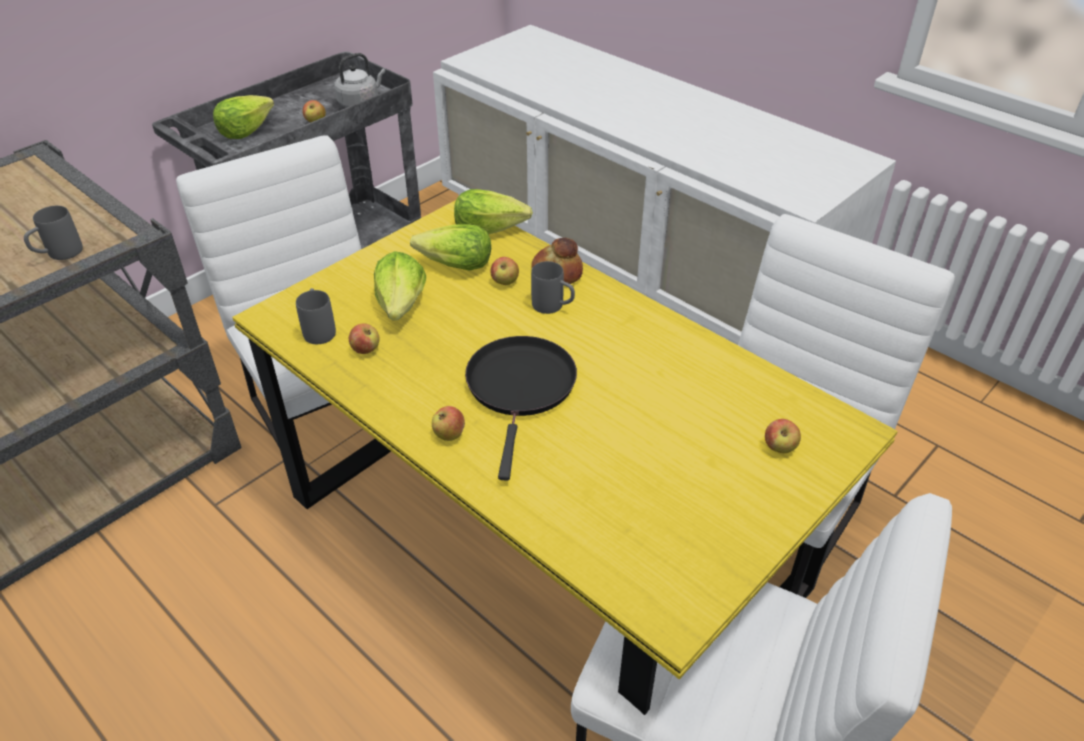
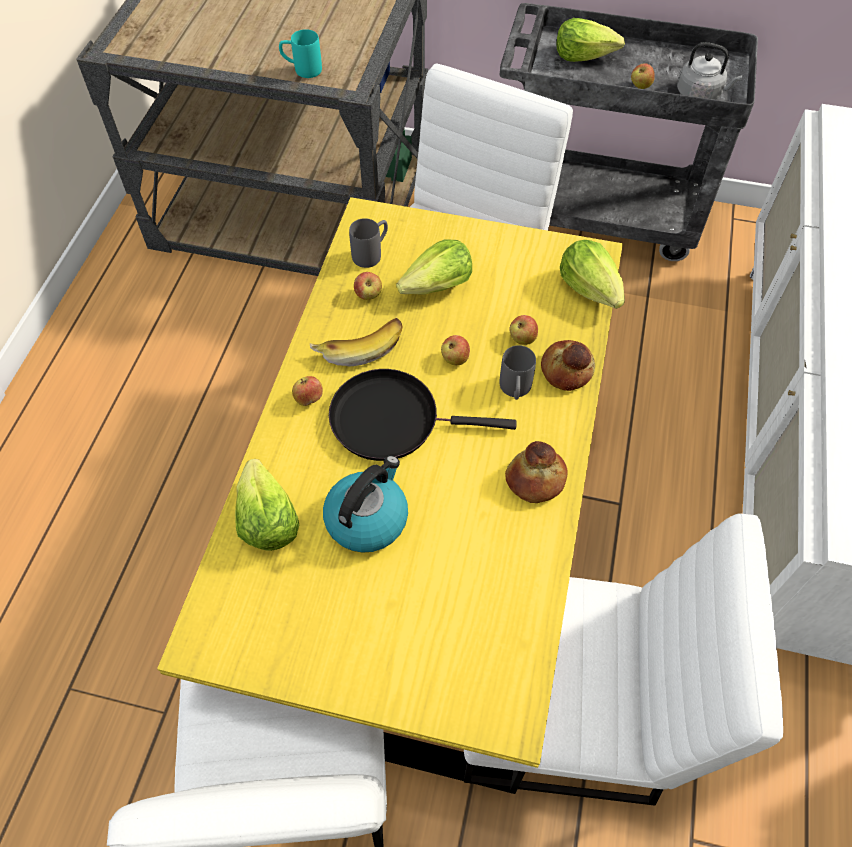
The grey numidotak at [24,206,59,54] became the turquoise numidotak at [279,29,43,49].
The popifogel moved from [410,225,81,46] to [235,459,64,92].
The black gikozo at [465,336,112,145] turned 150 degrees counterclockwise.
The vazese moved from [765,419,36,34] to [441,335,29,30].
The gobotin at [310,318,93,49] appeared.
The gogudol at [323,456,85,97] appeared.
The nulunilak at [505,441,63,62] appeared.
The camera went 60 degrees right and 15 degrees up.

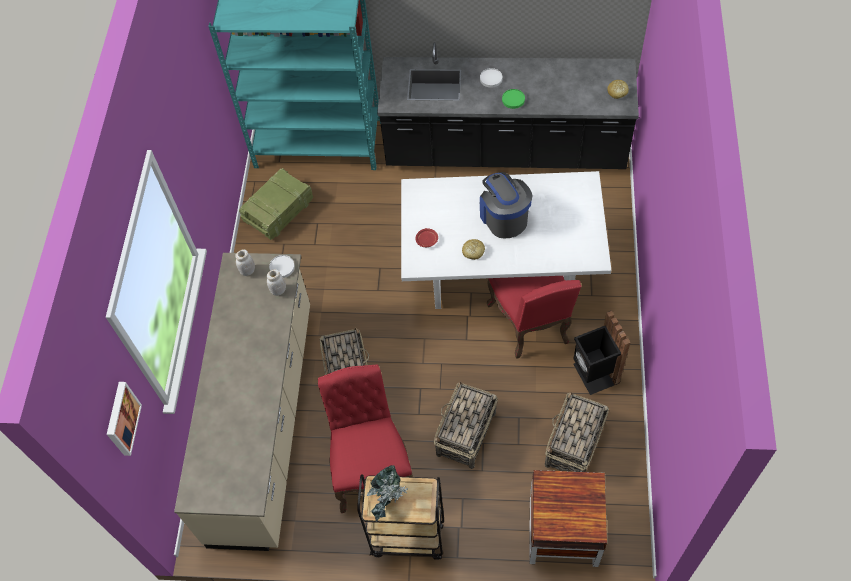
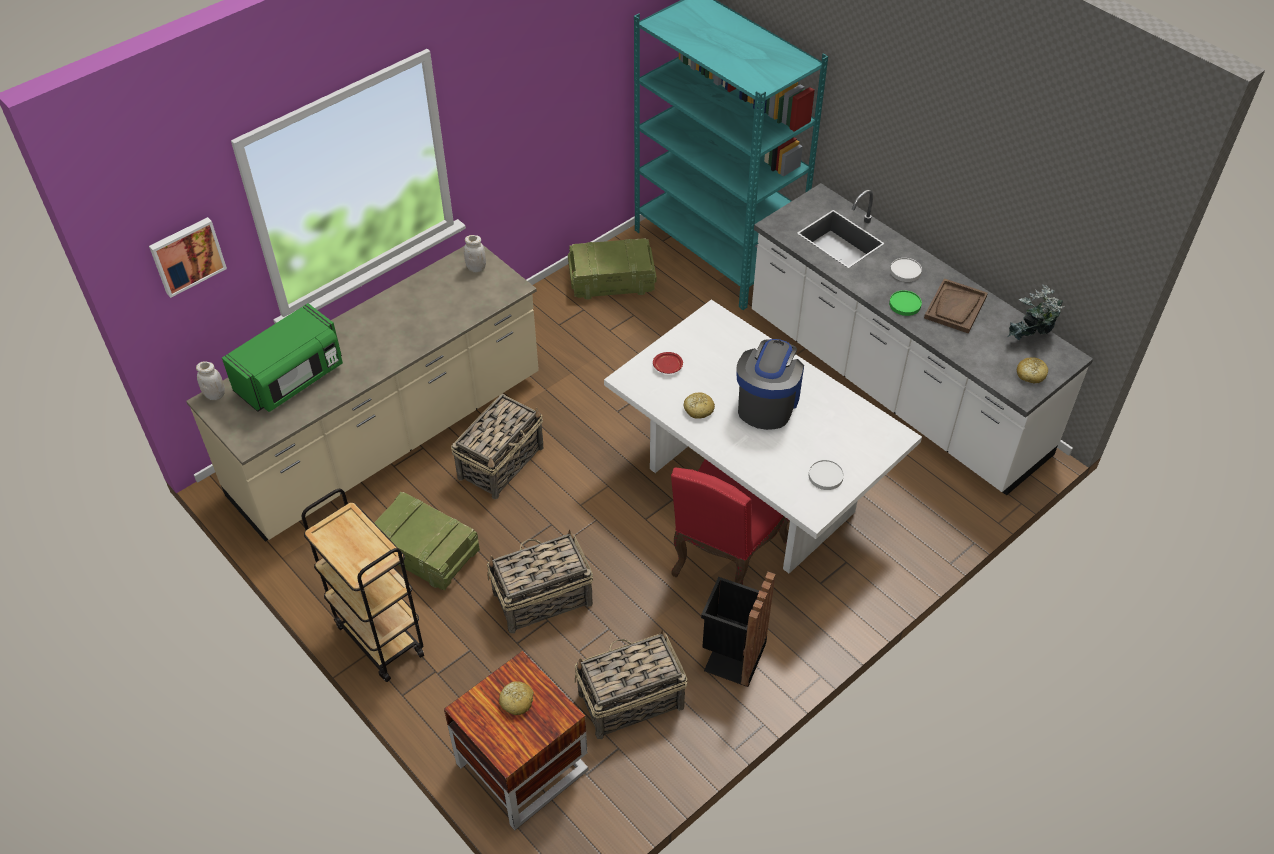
The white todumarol moved from [267,269,19,27] to [196,361,29,39].
The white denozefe moved from [269,255,26,23] to [809,460,35,30].
The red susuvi at [318,364,95,149] was replaced by the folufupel at [374,492,106,98].
The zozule moved from [366,465,42,56] to [1007,284,58,56].
The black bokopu at [377,42,262,127] became the white bokopu at [752,183,341,312].
The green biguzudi at [222,303,121,109] appeared.
The nulunilak at [499,681,35,34] appeared.
The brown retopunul at [924,279,64,55] appeared.
The camera went 40 degrees right and 10 degrees down.

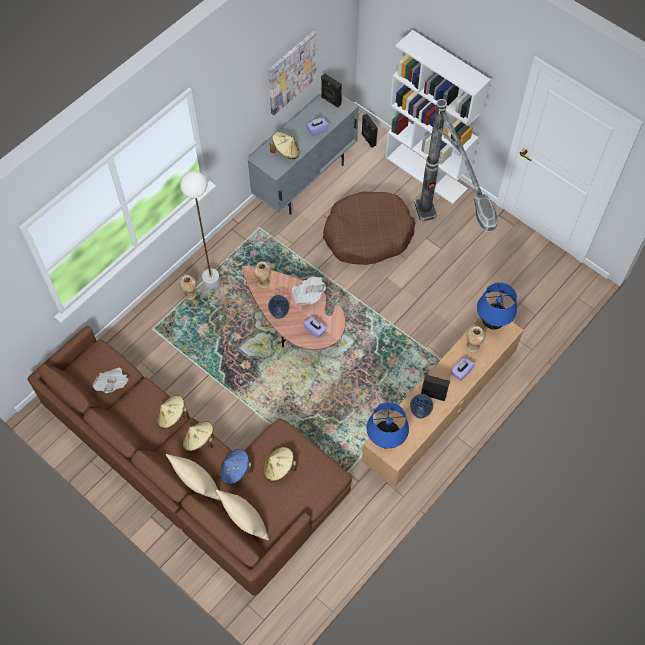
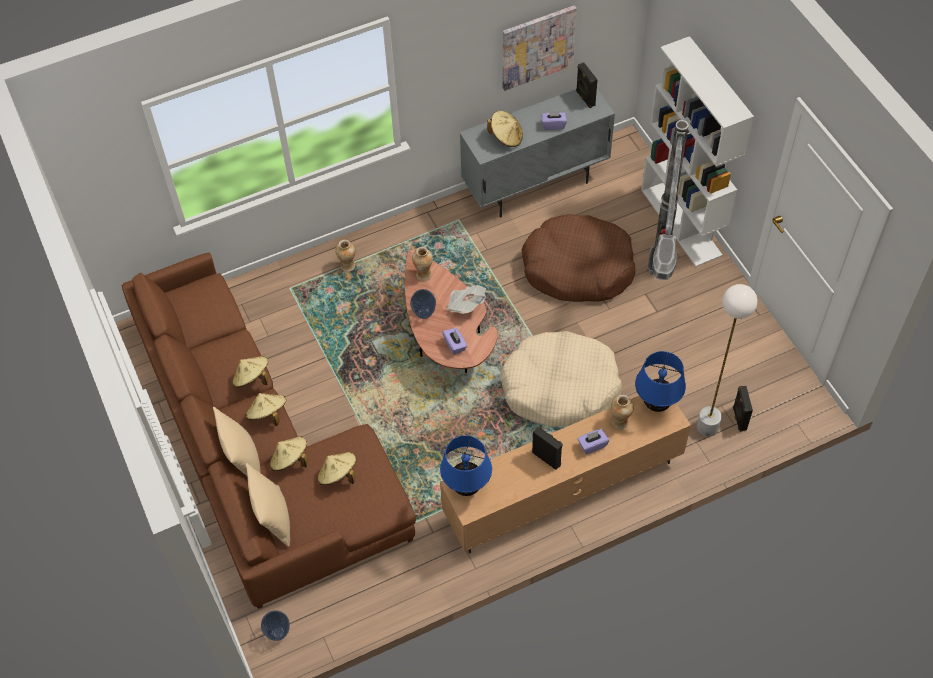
The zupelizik at [93,368,36,25] disappeared.
The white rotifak moved from [180,171,41,121] to [697,284,61,153].
The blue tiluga at [220,449,33,36] became the beige tiluga at [270,436,38,35].
The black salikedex moved from [361,114,17,34] to [733,386,20,46].
The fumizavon moved from [410,394,23,25] to [261,610,29,31].
The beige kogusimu at [500,331,122,96] appeared.
The camera went 25 degrees right and 5 degrees down.

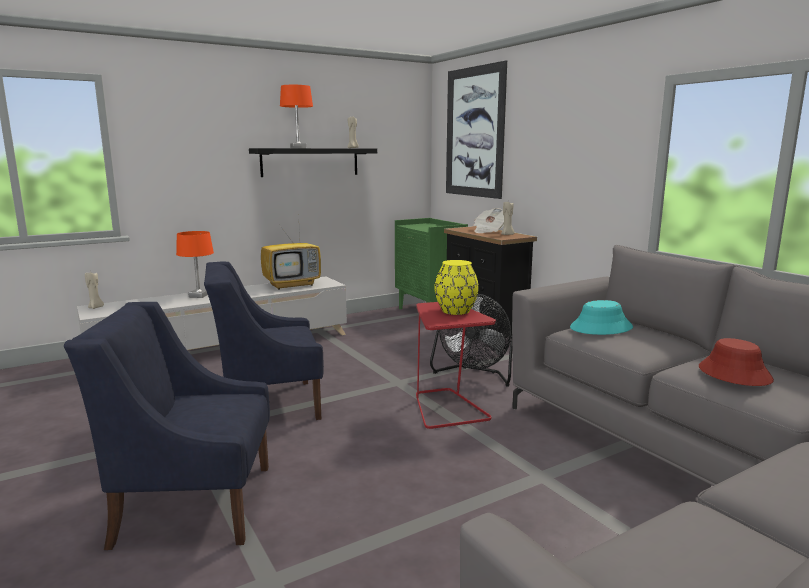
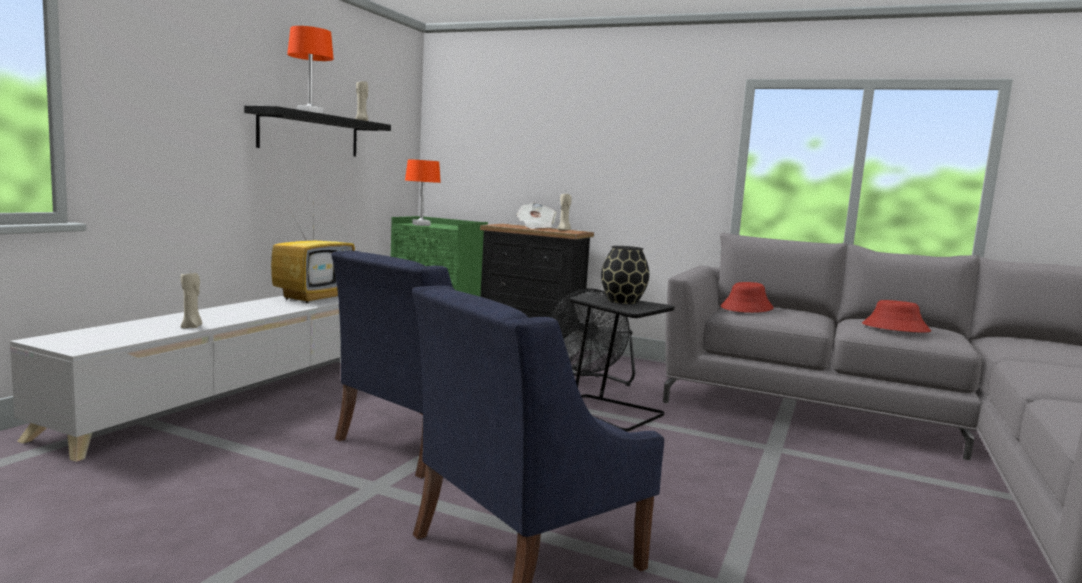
The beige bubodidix moved from [85,272,19,37] to [181,273,21,55].
The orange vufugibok moved from [176,231,38,67] to [405,159,36,67].
The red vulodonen at [416,302,80,127] became the black vulodonen at [570,294,105,138].
The yellow fumizavon at [434,260,45,55] became the black fumizavon at [601,246,48,58].
The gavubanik at [446,61,61,138] disappeared.
The turquoise tiluga at [570,300,63,35] became the red tiluga at [721,282,53,31].
The camera went 35 degrees left and 5 degrees down.

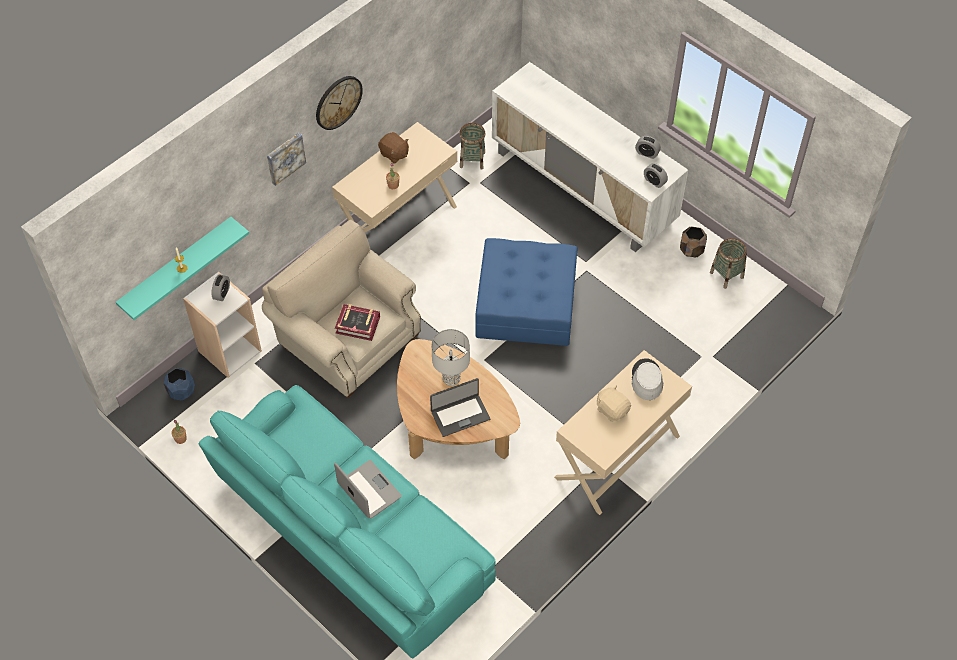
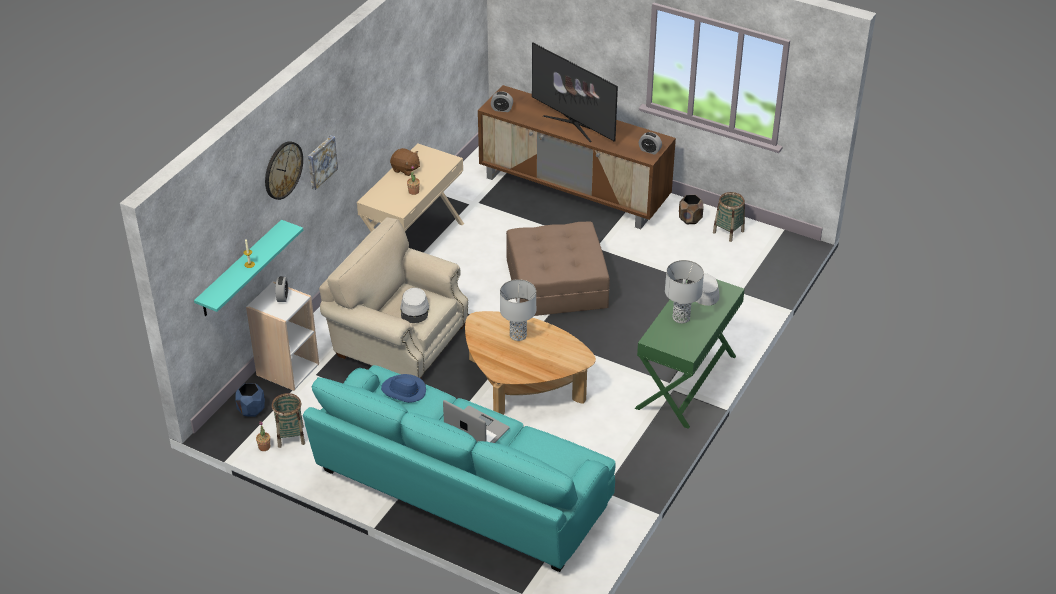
The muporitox moved from [316,76,47,54] to [265,141,38,59].
The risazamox at [335,304,45,37] was replaced by the grey tiluga at [400,288,29,35].
The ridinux at [430,378,60,59] disappeared.
The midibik moved from [459,123,26,47] to [272,393,33,55].
The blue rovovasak at [475,238,103,108] became the brown rovovasak at [506,222,104,94].
The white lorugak at [492,62,196,190] became the brown lorugak at [478,85,198,144].
The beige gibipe at [554,350,138,165] became the green gibipe at [635,279,110,150].
The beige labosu at [597,385,34,37] was replaced by the white vufugibok at [665,260,39,63].
The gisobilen moved from [635,136,26,23] to [491,91,22,21].
The blue tiluga at [381,374,45,29] appeared.
The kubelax at [532,42,86,100] appeared.
The camera went 15 degrees left and 15 degrees down.

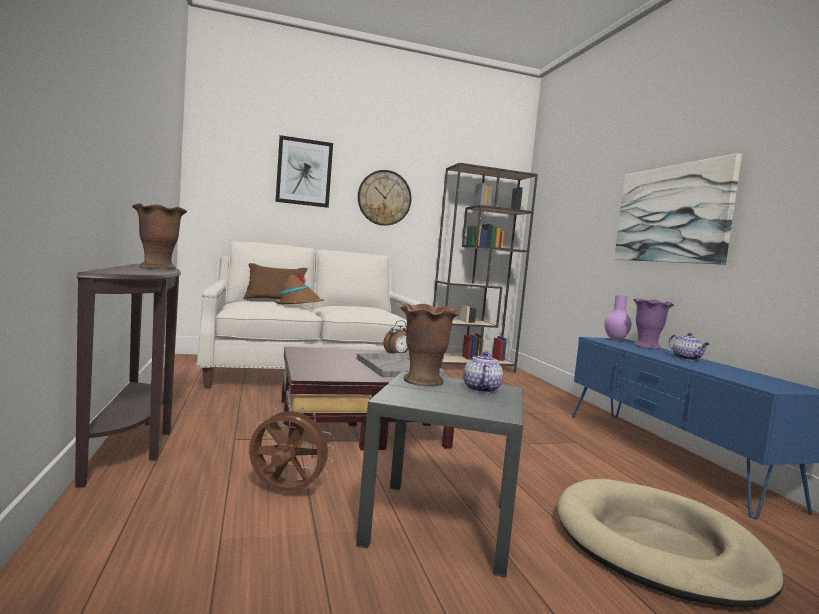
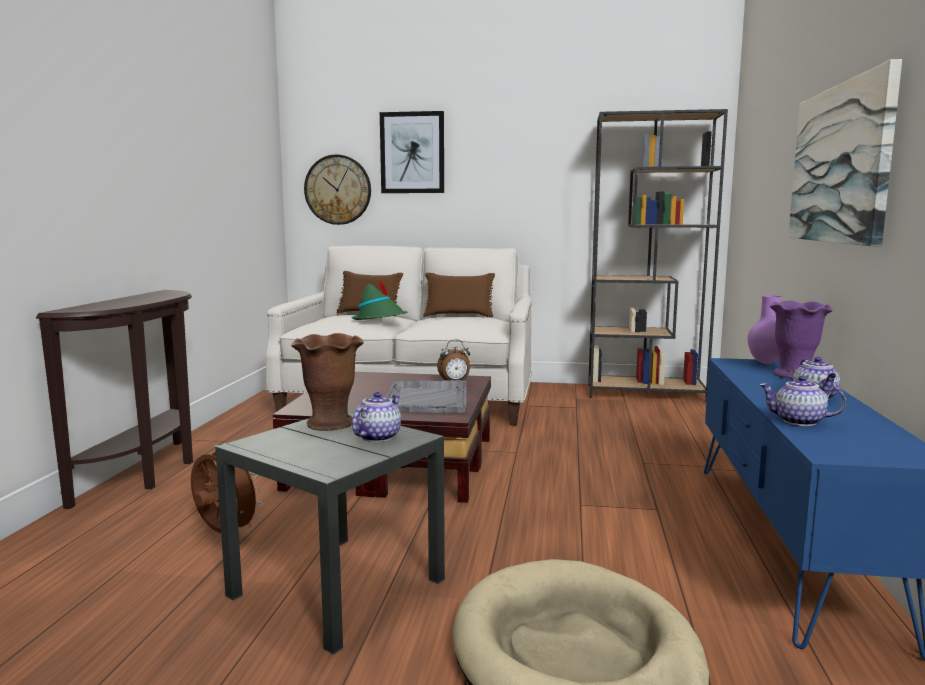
The brown fumizavon at [132,203,55,67] disappeared.
The brown tiluga at [275,271,49,33] became the green tiluga at [352,279,55,41].
The muporitox moved from [358,170,54,56] to [304,154,67,71].
The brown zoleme at [423,272,72,46] appeared.
The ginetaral at [759,376,87,50] appeared.
The camera went 25 degrees right and 5 degrees up.

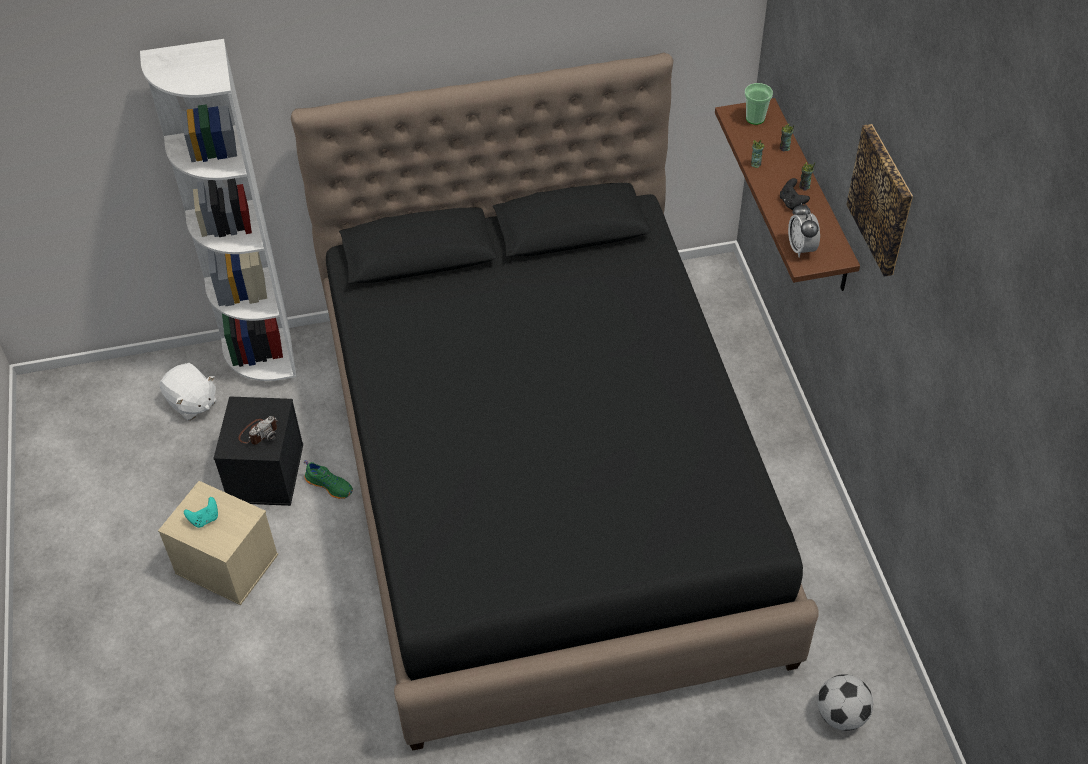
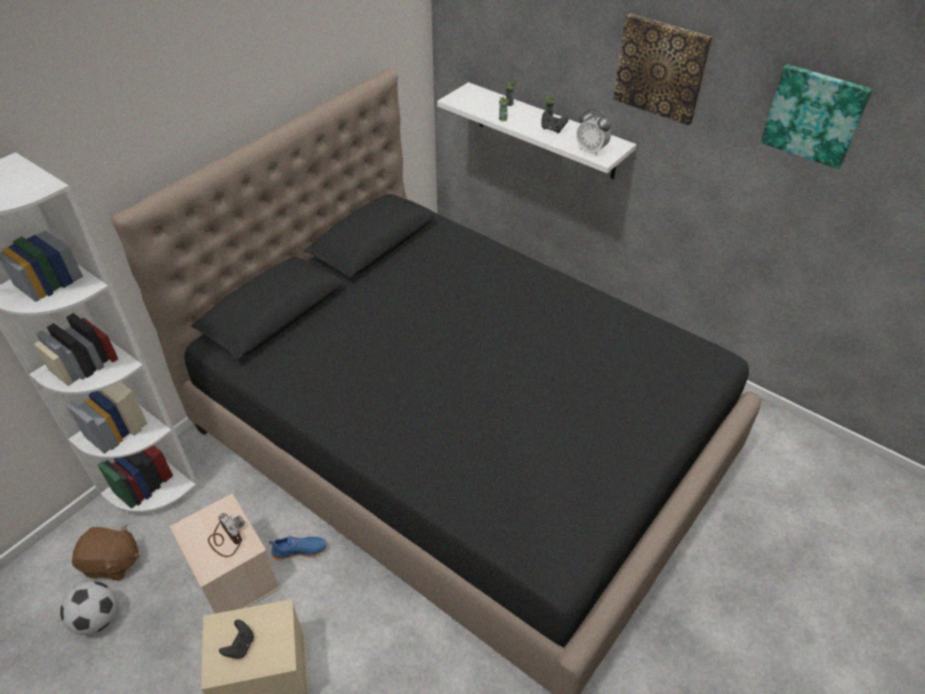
The white labosu at [160,363,57,58] became the brown labosu at [72,524,67,57].
The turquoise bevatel at [184,497,34,31] became the black bevatel at [219,620,35,39].
The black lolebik at [213,396,90,110] became the beige lolebik at [170,494,110,120].
The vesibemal at [238,416,40,29] turned 45 degrees counterclockwise.
The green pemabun at [304,460,49,39] became the blue pemabun at [269,536,58,25].
The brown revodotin at [715,98,145,193] became the white revodotin at [437,82,199,97].
The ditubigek at [745,83,28,42] disappeared.
The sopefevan moved from [817,674,56,57] to [60,581,57,54].
The gavubanik at [760,64,113,105] appeared.
The camera went 40 degrees left and 5 degrees down.

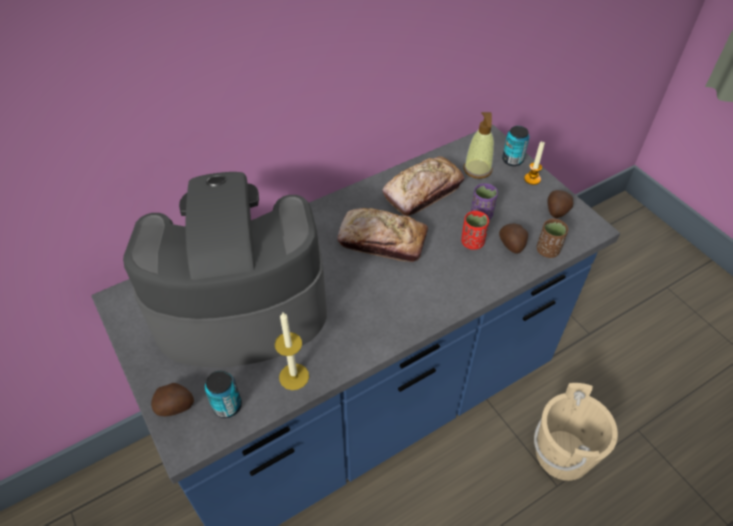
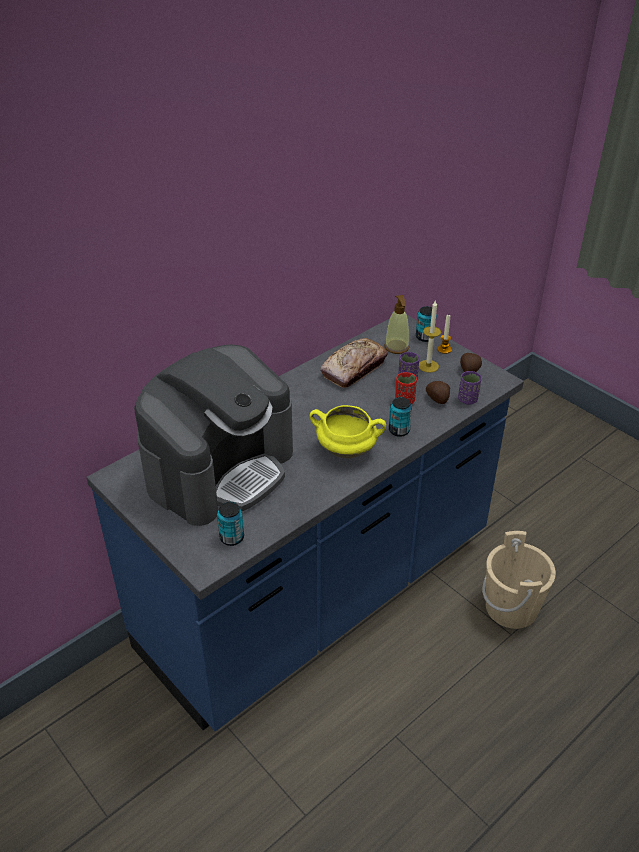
The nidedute at [123,172,204,196] turned 150 degrees clockwise.
The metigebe at [151,383,43,33] disappeared.
The bubodidix moved from [275,312,34,78] to [419,301,22,72].
The nulunilak at [337,208,91,54] disappeared.
The brown ditubigek at [537,219,31,39] became the purple ditubigek at [458,371,24,34].
The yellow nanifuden at [310,405,76,53] appeared.
The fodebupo at [389,397,23,40] appeared.
The camera went 10 degrees left and 10 degrees down.

